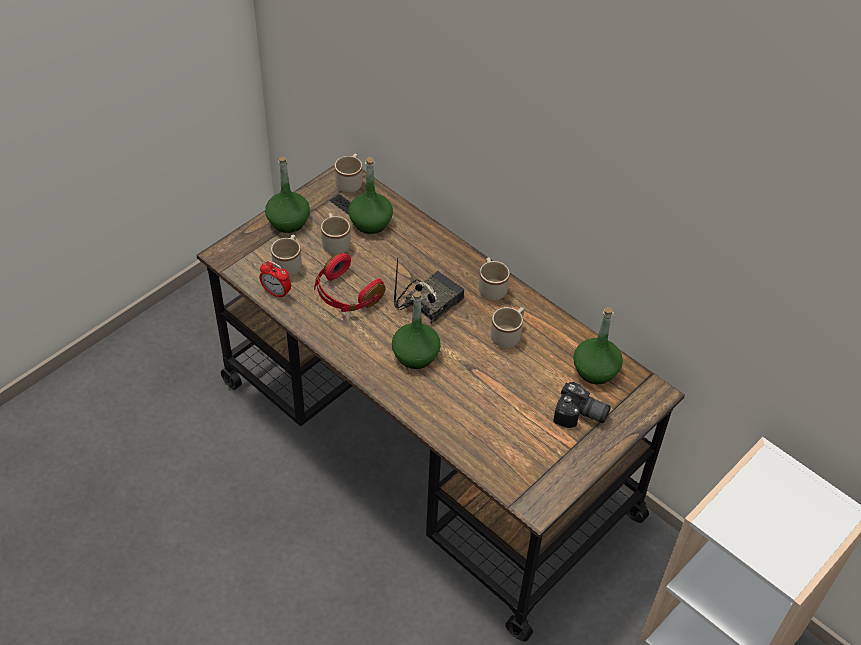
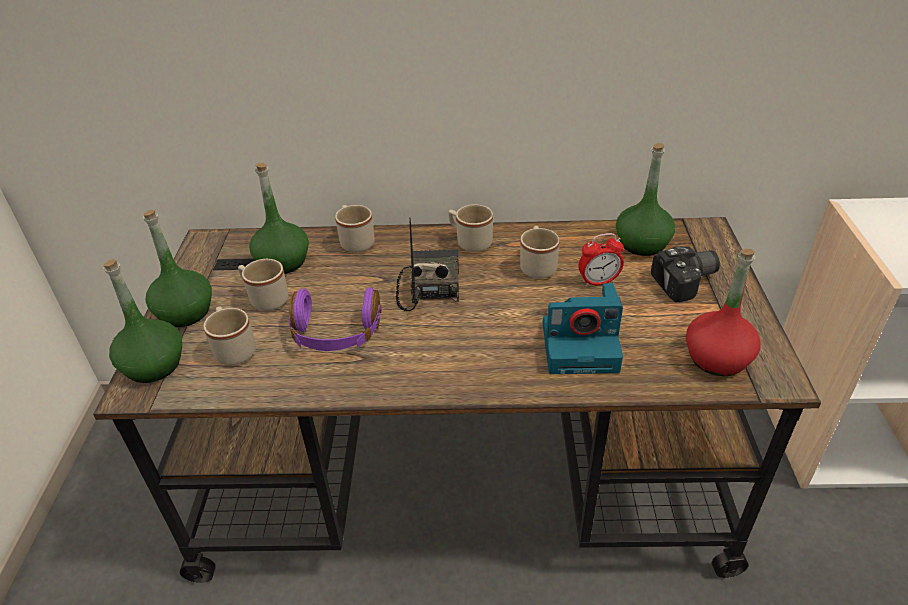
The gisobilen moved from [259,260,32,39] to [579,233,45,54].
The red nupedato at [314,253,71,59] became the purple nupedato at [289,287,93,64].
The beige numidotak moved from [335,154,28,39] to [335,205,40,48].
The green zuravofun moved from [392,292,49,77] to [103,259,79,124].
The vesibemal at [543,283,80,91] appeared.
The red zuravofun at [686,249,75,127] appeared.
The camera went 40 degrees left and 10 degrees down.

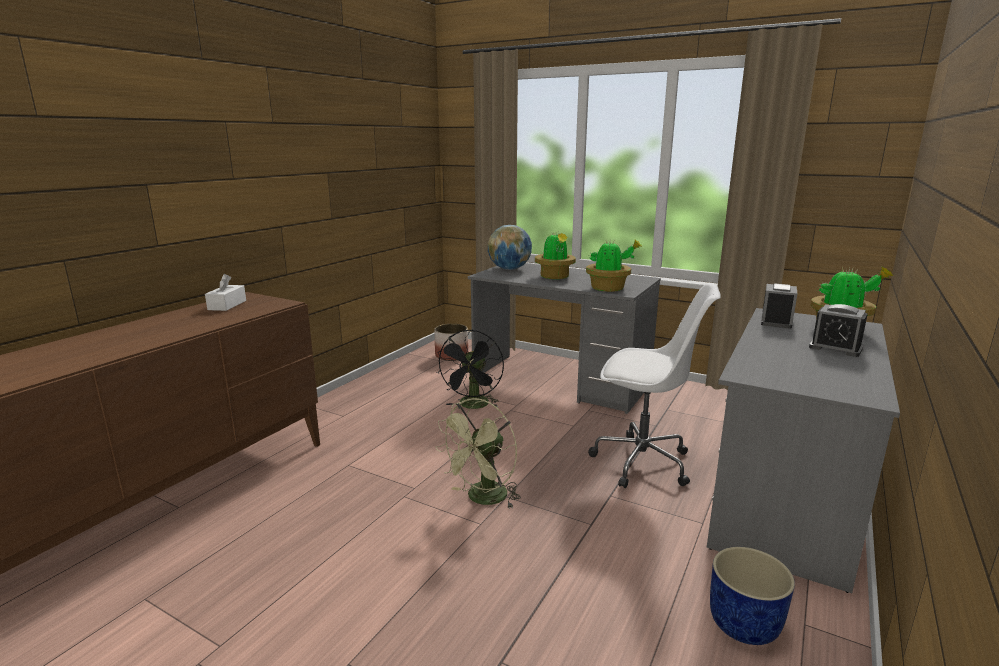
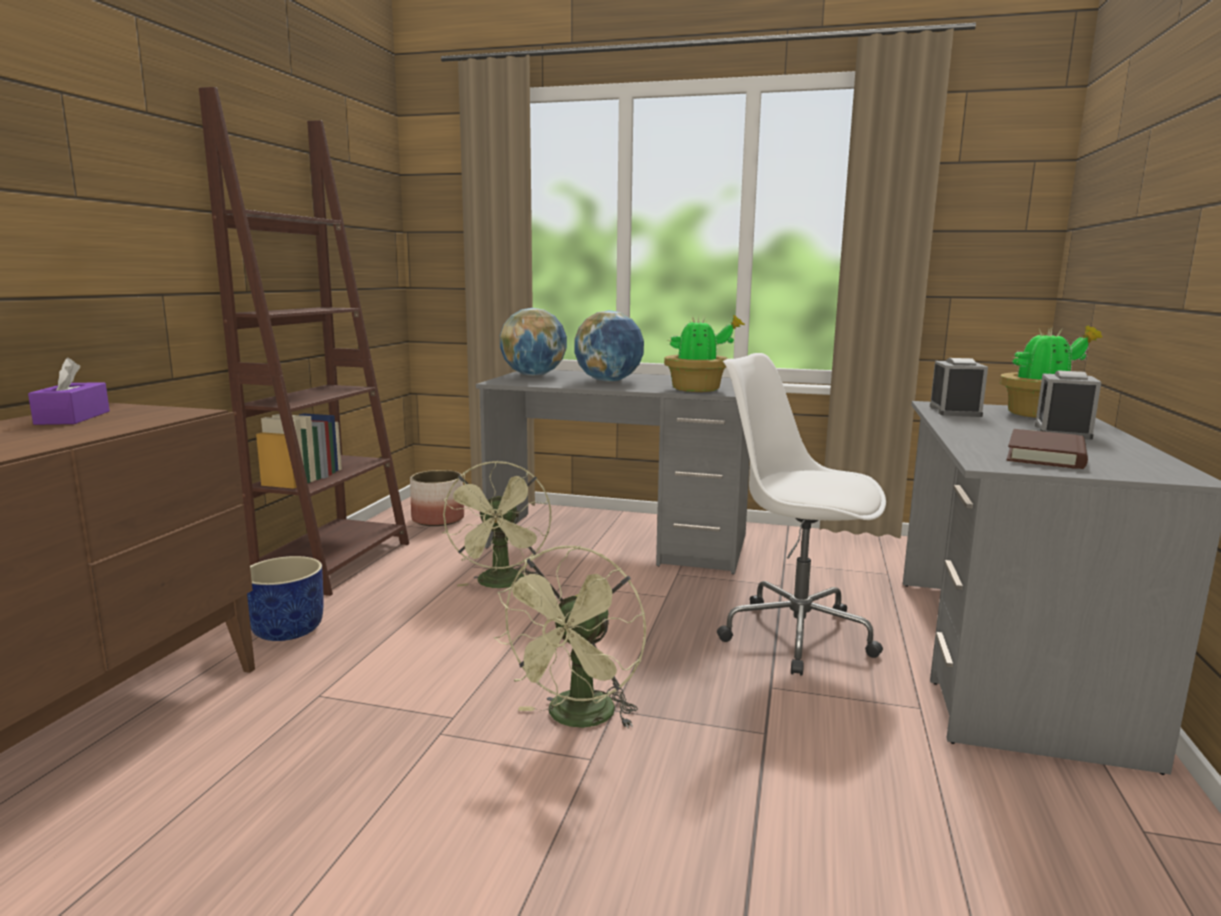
The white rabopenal at [205,274,41,37] became the purple rabopenal at [28,358,82,67].
The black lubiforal at [436,330,68,79] became the green lubiforal at [442,461,109,127].
The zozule at [535,232,41,47] was replaced by the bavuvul at [574,310,70,72].
The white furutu at [588,283,133,205] turned 150 degrees counterclockwise.
The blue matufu moved from [710,547,85,98] to [247,556,77,85].
The gisobilen at [809,304,59,53] turned 90 degrees clockwise.
The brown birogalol at [199,87,210,509] appeared.
The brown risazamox at [1007,429,81,40] appeared.
The camera went 15 degrees left and 5 degrees down.

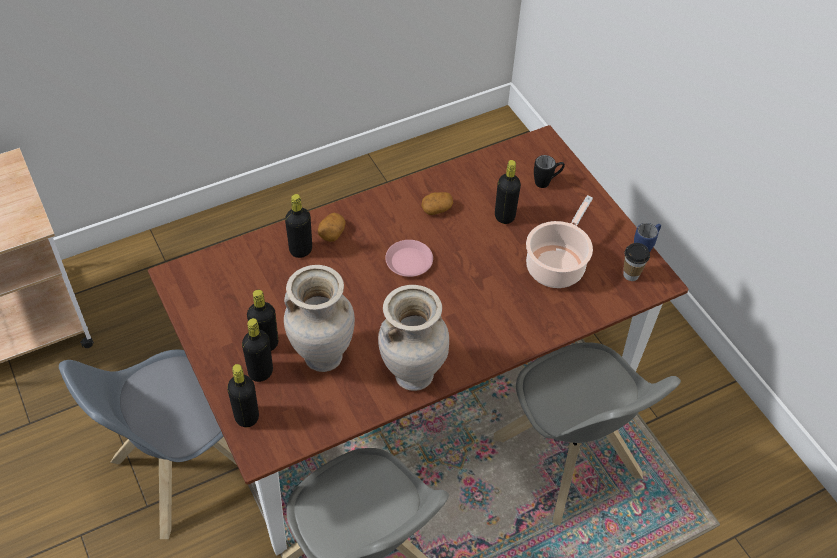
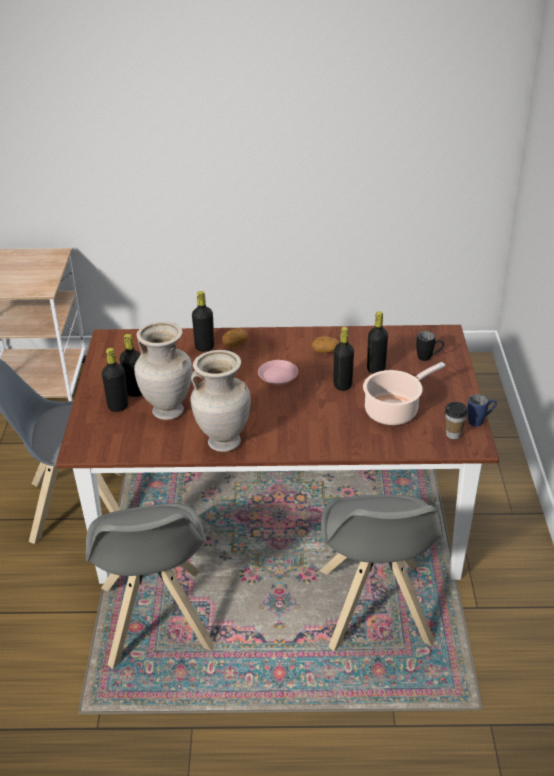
The black zuravofun moved from [227,364,32,63] to [334,327,20,64].
The camera went 30 degrees right and 15 degrees down.

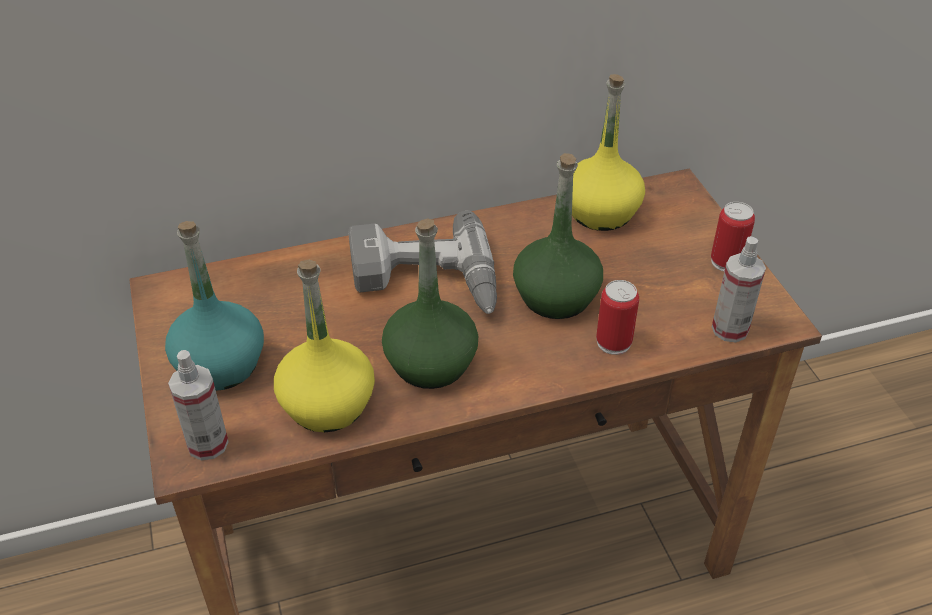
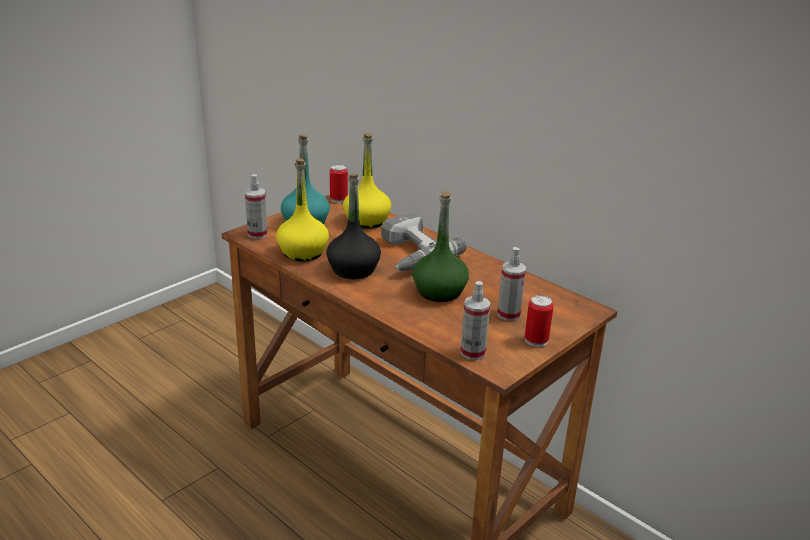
The green zuravofun at [382,218,96,171] became the black zuravofun at [326,174,55,105].
The yellow zuravofun moved from [572,74,73,157] to [343,132,48,97].
The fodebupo moved from [596,280,43,75] to [330,164,18,39].
The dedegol at [497,247,29,74] appeared.
The camera went 60 degrees right and 15 degrees down.

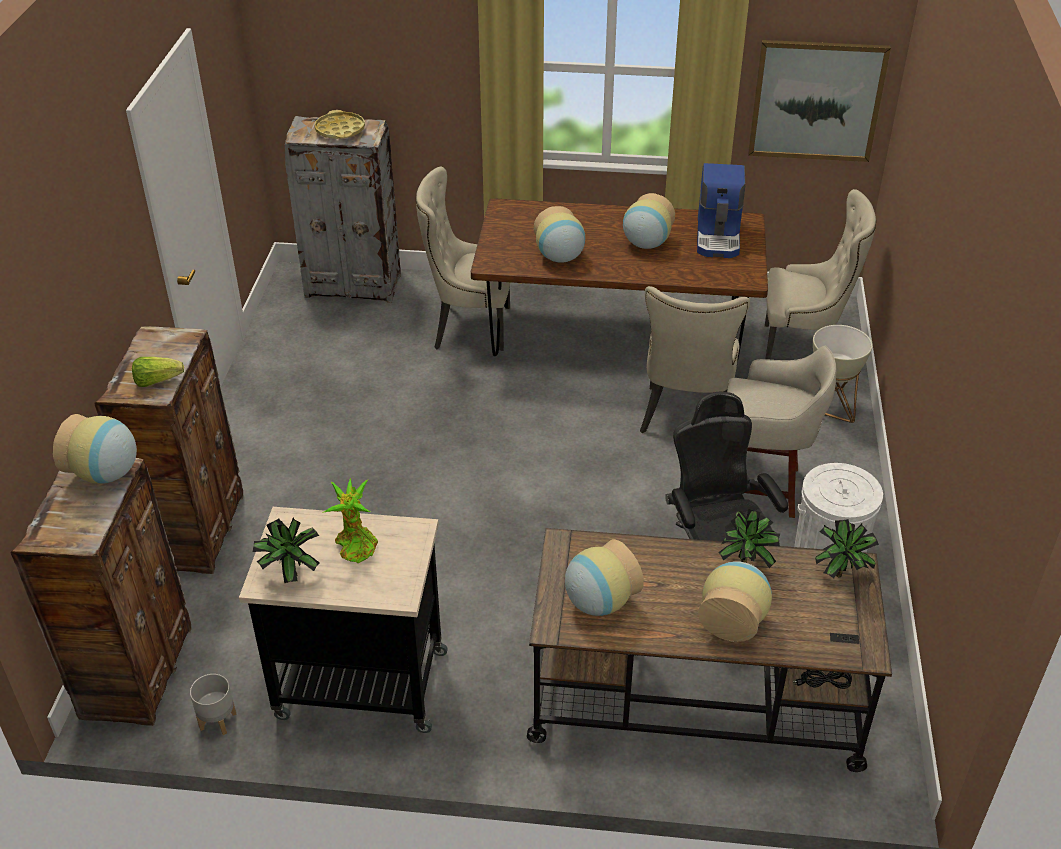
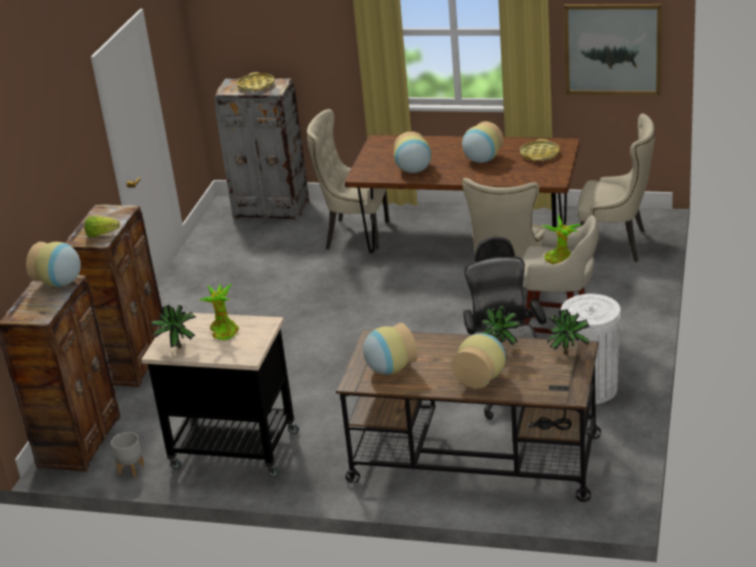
The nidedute at [697,163,48,95] was replaced by the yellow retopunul at [520,139,40,22].
The matufu at [813,325,59,98] disappeared.
The zozule at [541,215,41,49] appeared.
The camera went 10 degrees right and 10 degrees down.

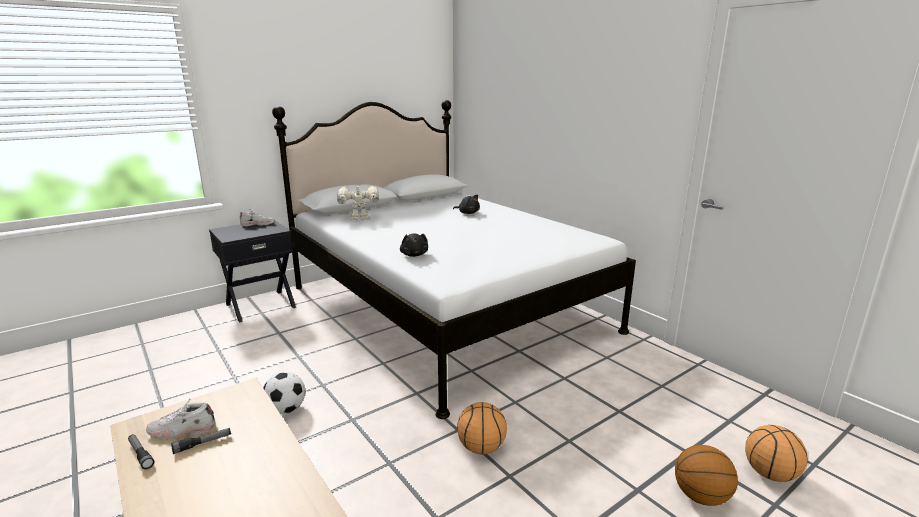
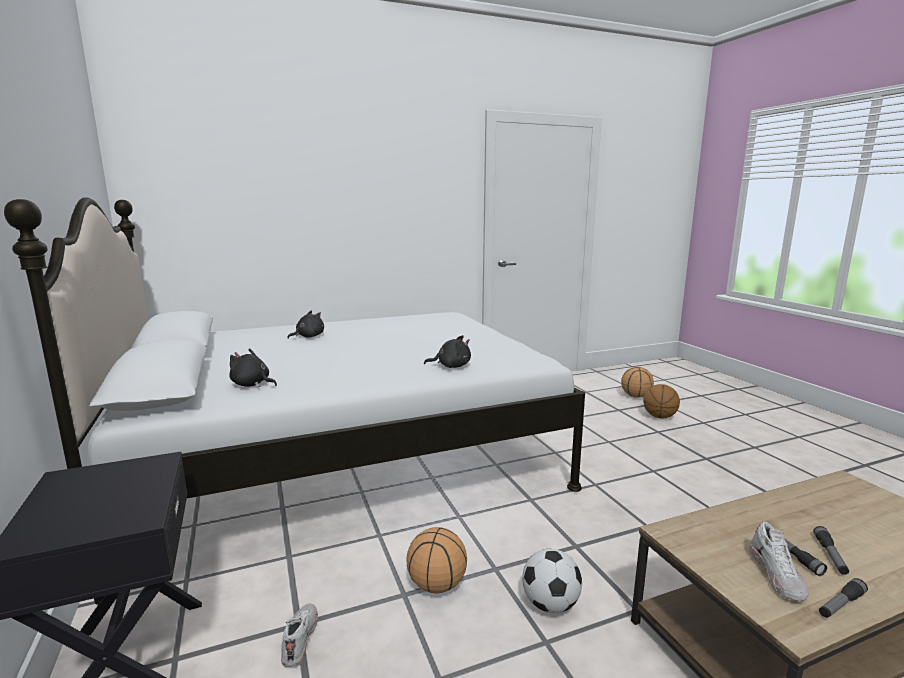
The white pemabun moved from [240,209,35,17] to [281,603,37,64].
The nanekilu at [337,184,42,37] was replaced by the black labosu at [229,348,48,39].
The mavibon moved from [457,402,50,52] to [406,527,61,66].
The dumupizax at [813,526,36,49] appeared.
The camera went 75 degrees left and 5 degrees down.

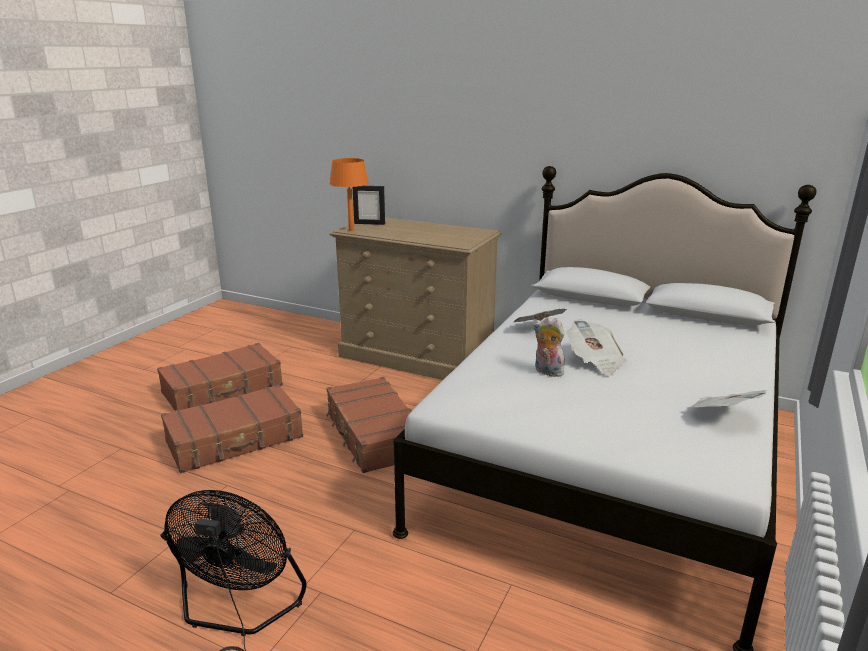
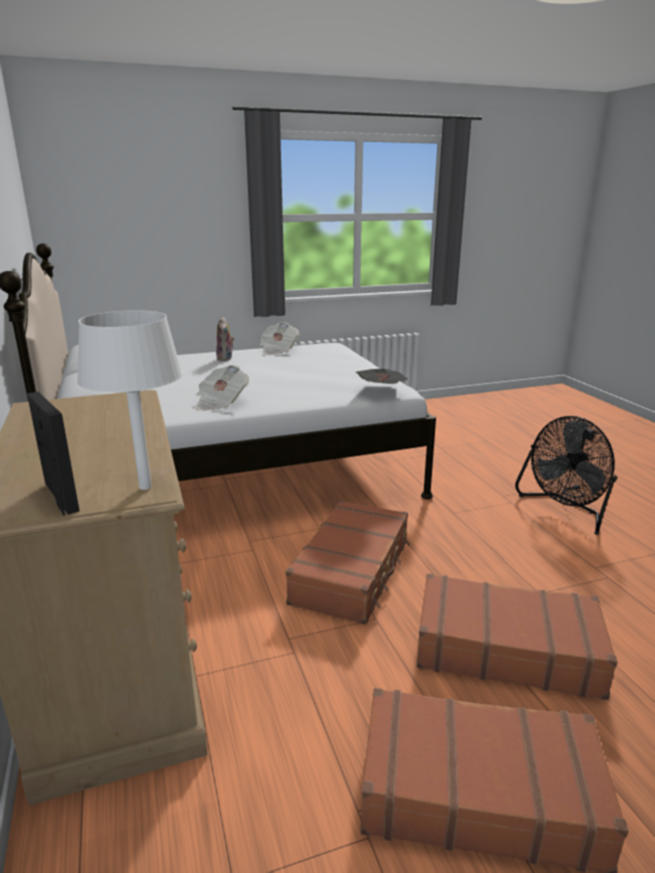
The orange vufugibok at [329,158,40,73] became the white vufugibok at [77,310,106,180].
The labosu moved from [533,316,33,61] to [216,317,18,44].
The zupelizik moved from [566,319,61,56] to [355,369,53,15].
The camera went 135 degrees left and 0 degrees up.

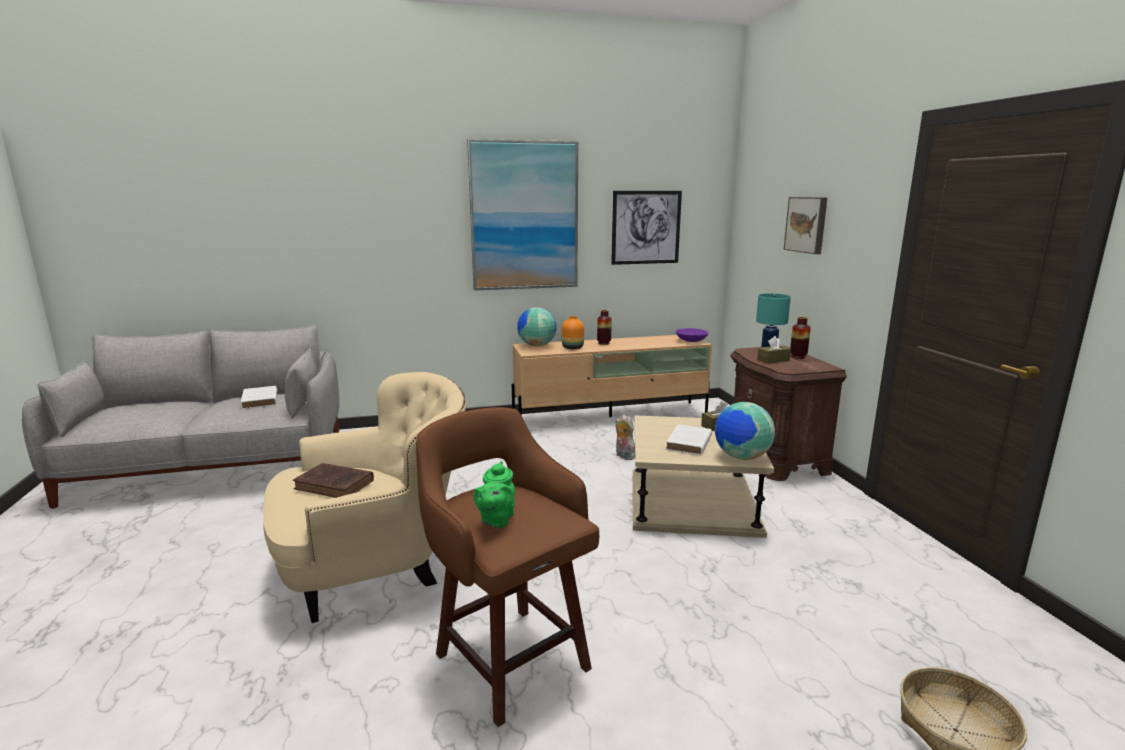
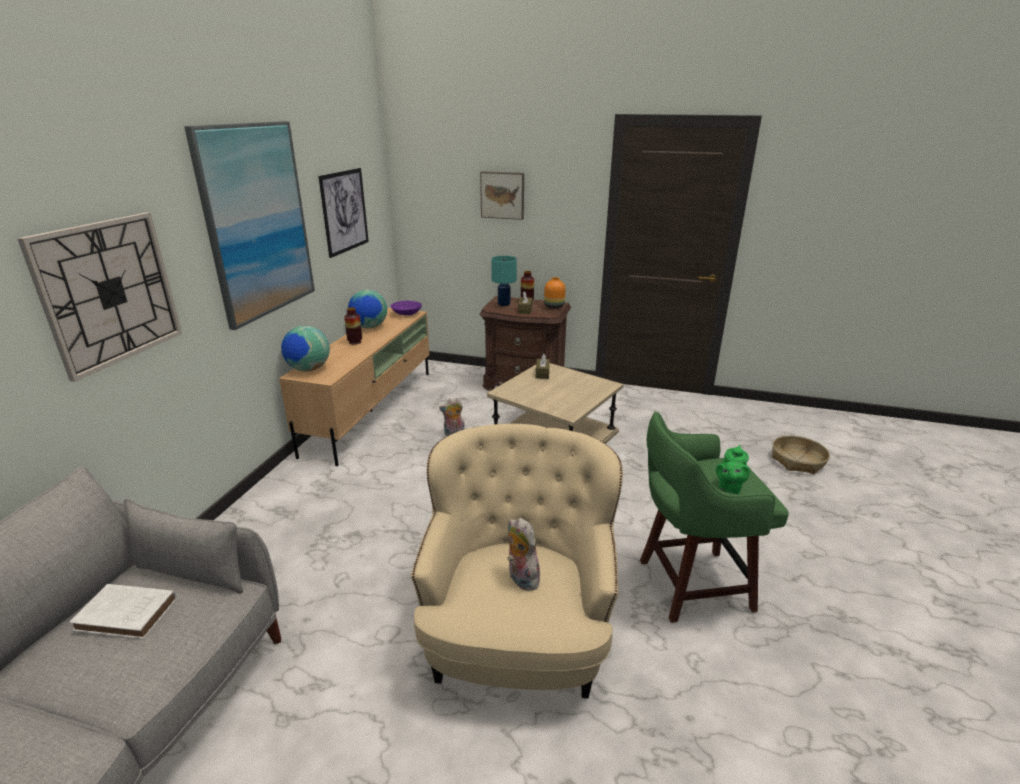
The brown risazamox at [293,463,81,35] was replaced by the labosu at [508,518,35,73].
The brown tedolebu at [416,407,183,320] became the green tedolebu at [640,411,149,212].
The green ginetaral at [474,461,41,67] turned 75 degrees clockwise.
The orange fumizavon moved from [562,316,22,33] to [544,277,21,32].
The white risazamox at [666,424,46,31] disappeared.
The bavuvul moved from [715,402,60,58] to [348,290,39,38].
The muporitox at [17,212,165,170] appeared.
The camera went 60 degrees left and 10 degrees up.

